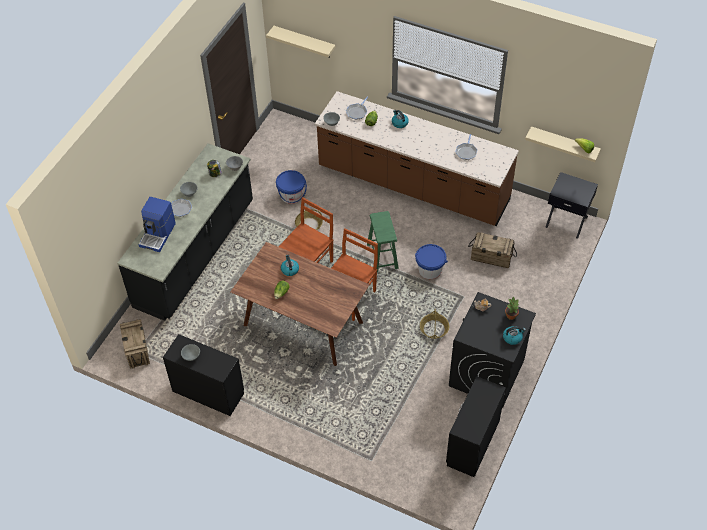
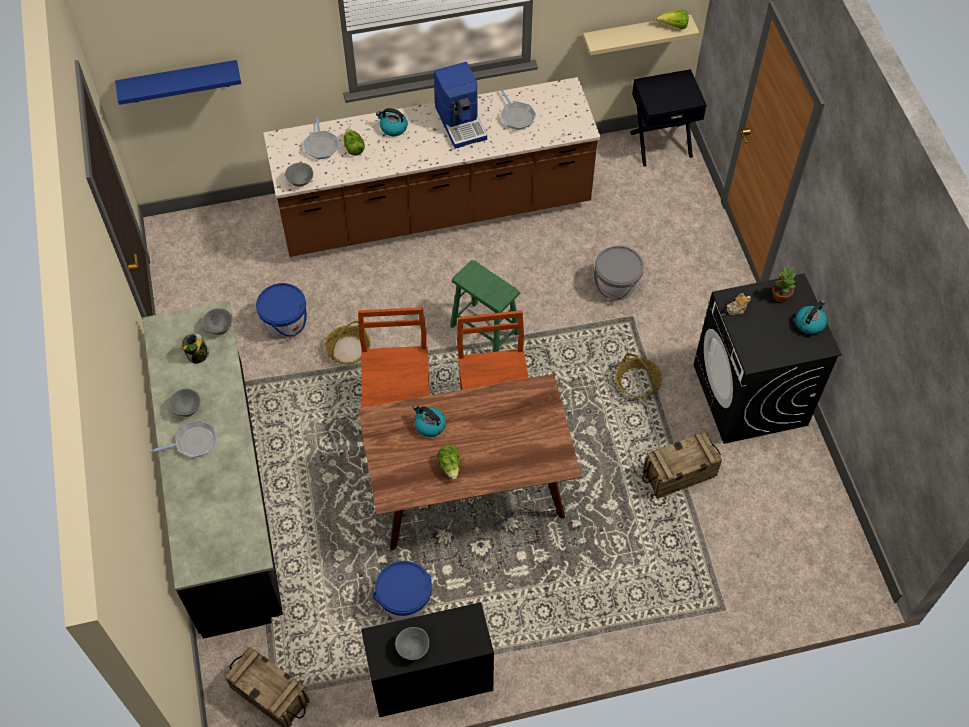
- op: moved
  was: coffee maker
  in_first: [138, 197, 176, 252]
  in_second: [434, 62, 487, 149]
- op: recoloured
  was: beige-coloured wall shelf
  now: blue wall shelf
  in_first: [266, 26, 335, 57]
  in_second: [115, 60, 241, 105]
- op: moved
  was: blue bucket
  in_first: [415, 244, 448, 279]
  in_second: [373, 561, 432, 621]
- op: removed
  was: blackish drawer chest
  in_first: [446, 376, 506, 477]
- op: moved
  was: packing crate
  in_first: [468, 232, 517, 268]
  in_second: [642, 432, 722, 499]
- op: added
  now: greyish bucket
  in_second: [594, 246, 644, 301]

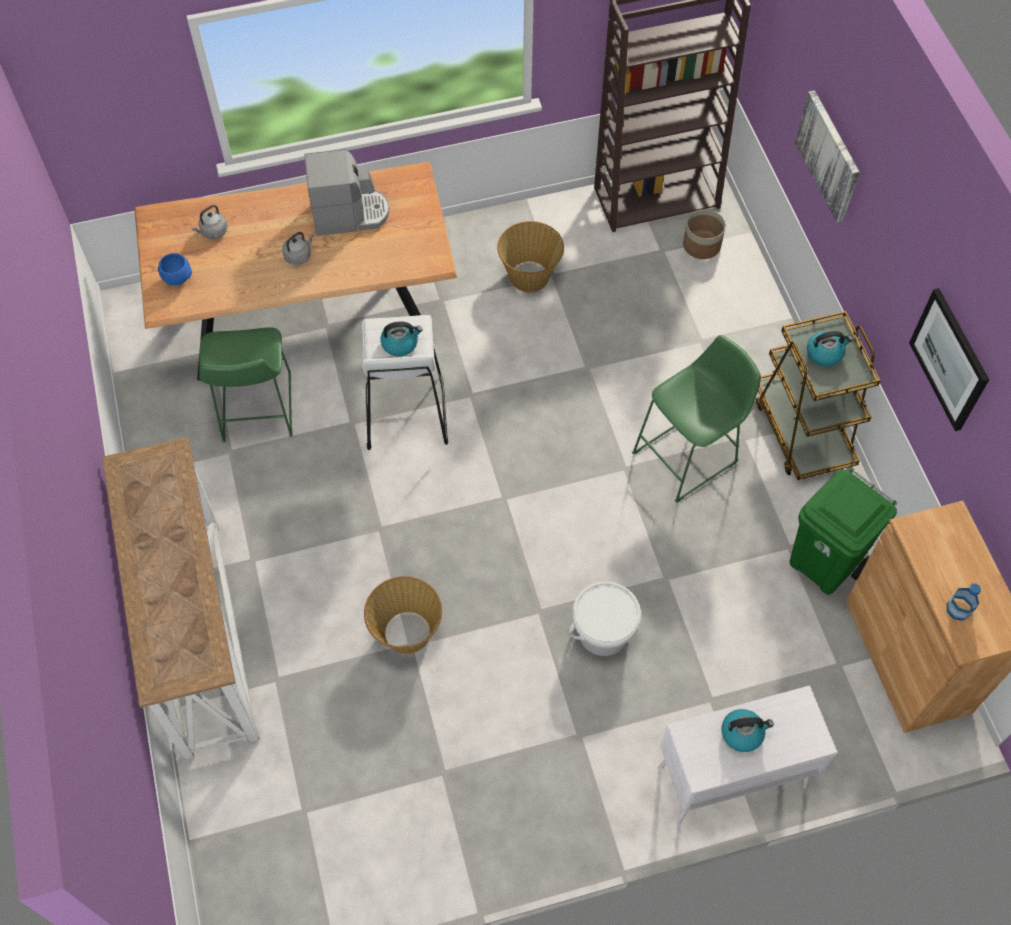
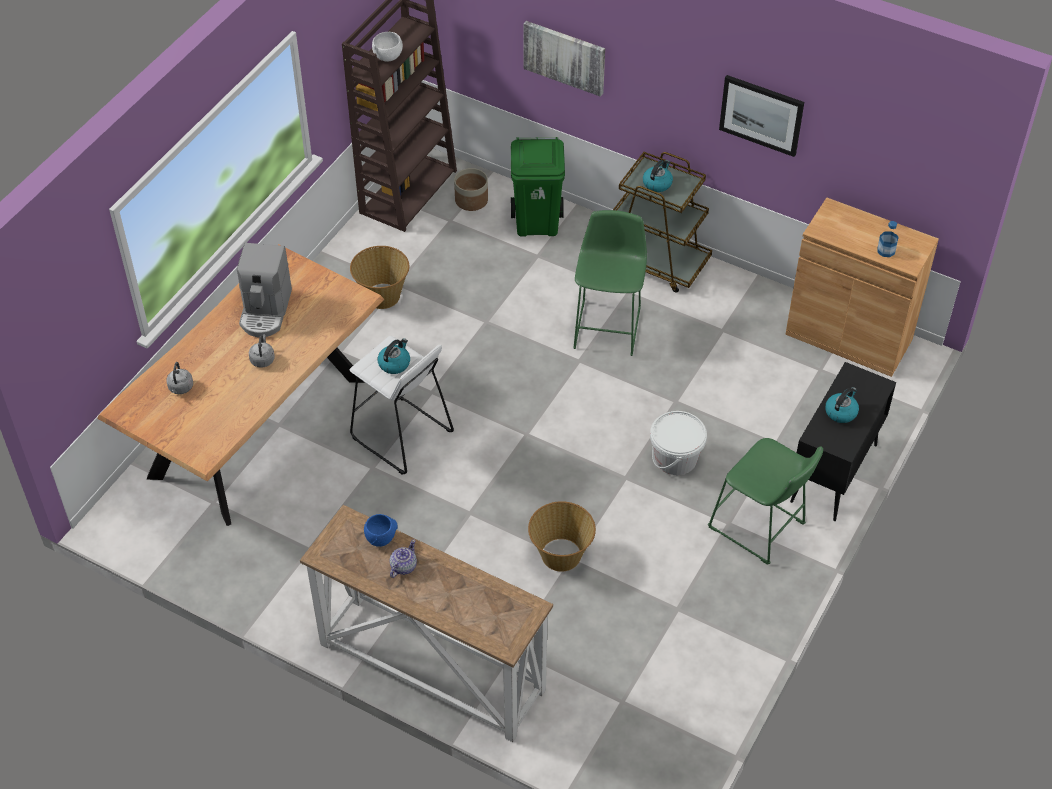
- op: moved
  was: blue deep dish
  in_first: [158, 253, 192, 286]
  in_second: [364, 514, 398, 547]
- op: moved
  was: green stool
  in_first: [199, 327, 292, 443]
  in_second: [707, 438, 823, 565]
- op: turned
  was: coffee maker
  in_first: [304, 149, 390, 236]
  in_second: [237, 243, 292, 337]
  clockwise: 150
- op: recoloured
  was: white-coloured storage cabinet
  now: blackish storage cabinet
  in_first: [658, 685, 837, 825]
  in_second: [790, 362, 896, 521]
- op: moved
  was: green waste bin
  in_first: [789, 468, 897, 595]
  in_second: [511, 137, 565, 236]
- op: added
  now: white-coloured deep dish
  in_second: [372, 32, 403, 61]
- op: added
  now: tea pot
  in_second: [390, 539, 417, 578]

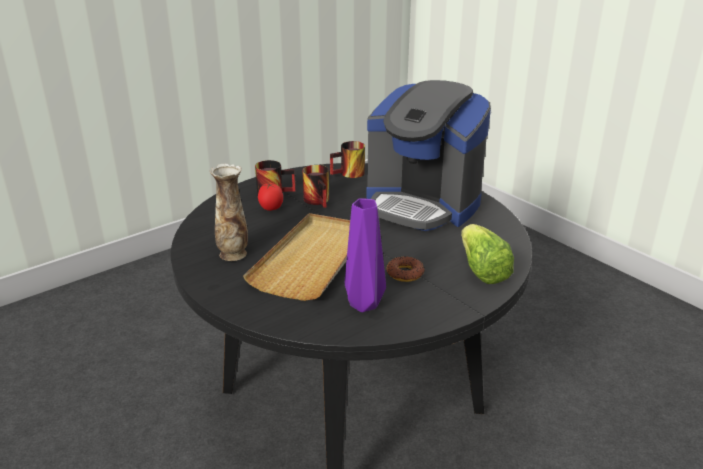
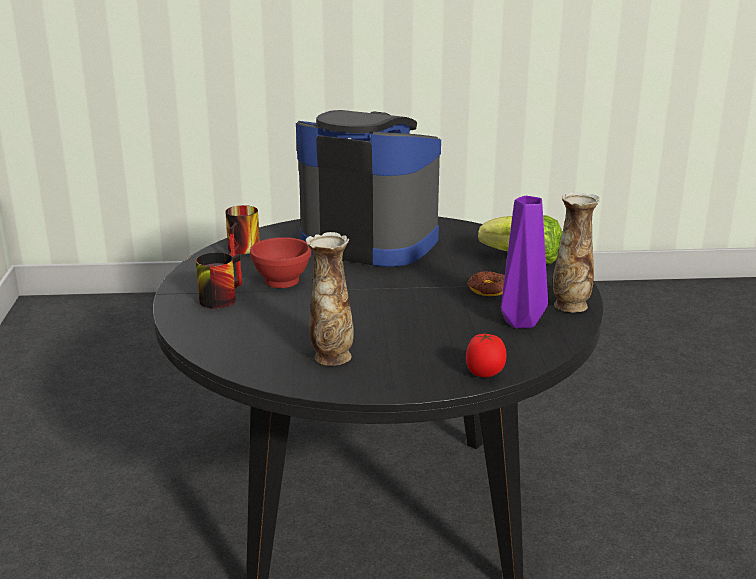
- op: removed
  was: beige-coloured carrying tray
  in_first: [243, 213, 350, 301]
- op: moved
  was: tomato
  in_first: [258, 183, 283, 211]
  in_second: [466, 332, 507, 377]
- op: replaced
  was: tea mug
  now: reddish deep dish
  in_first: [303, 165, 329, 208]
  in_second: [250, 237, 311, 288]
- op: turned
  was: coffee maker
  in_first: [366, 80, 491, 231]
  in_second: [296, 110, 441, 267]
  clockwise: -135
- op: added
  now: vase
  in_second: [553, 192, 600, 313]

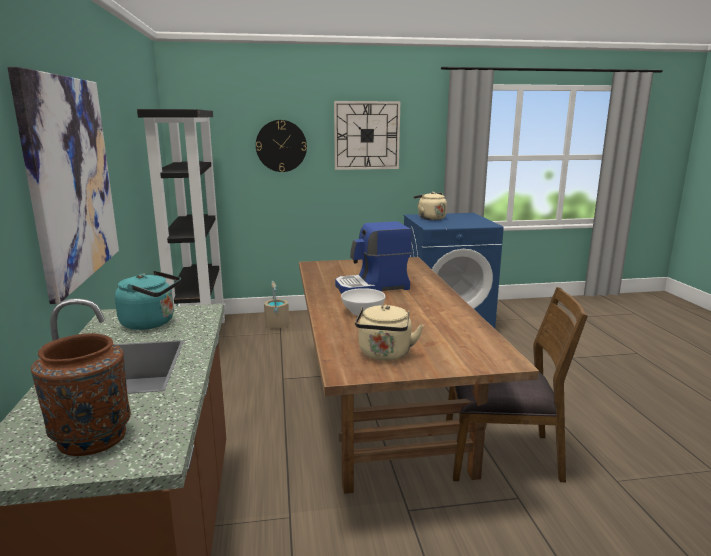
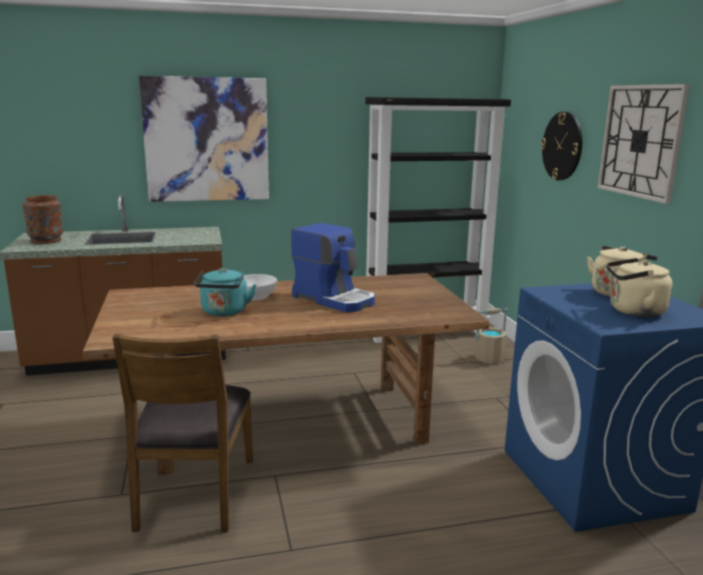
- op: moved
  was: turquoise tea kettle
  in_first: [115, 271, 181, 330]
  in_second: [194, 268, 256, 316]
- op: turned
  was: coffee maker
  in_first: [335, 221, 412, 293]
  in_second: [291, 223, 375, 312]
  clockwise: 150
- op: moved
  was: beige-coloured tea kettle
  in_first: [355, 305, 424, 360]
  in_second: [606, 258, 673, 317]

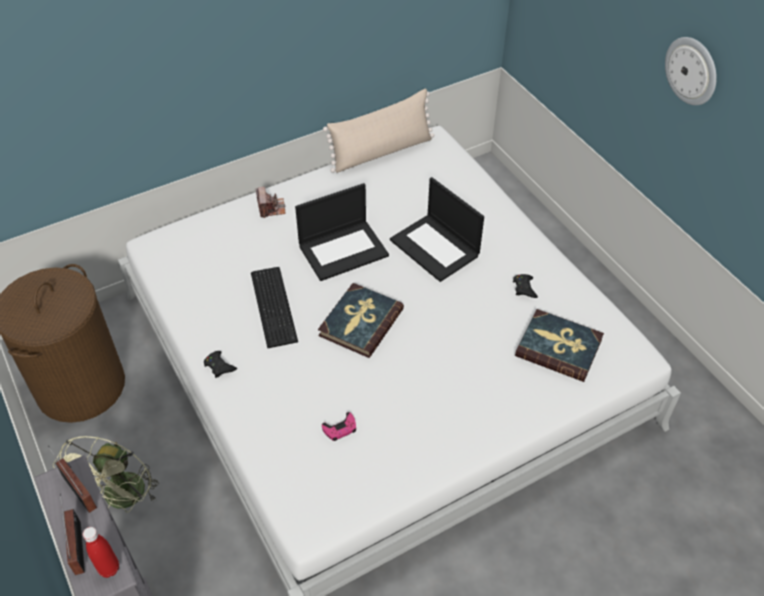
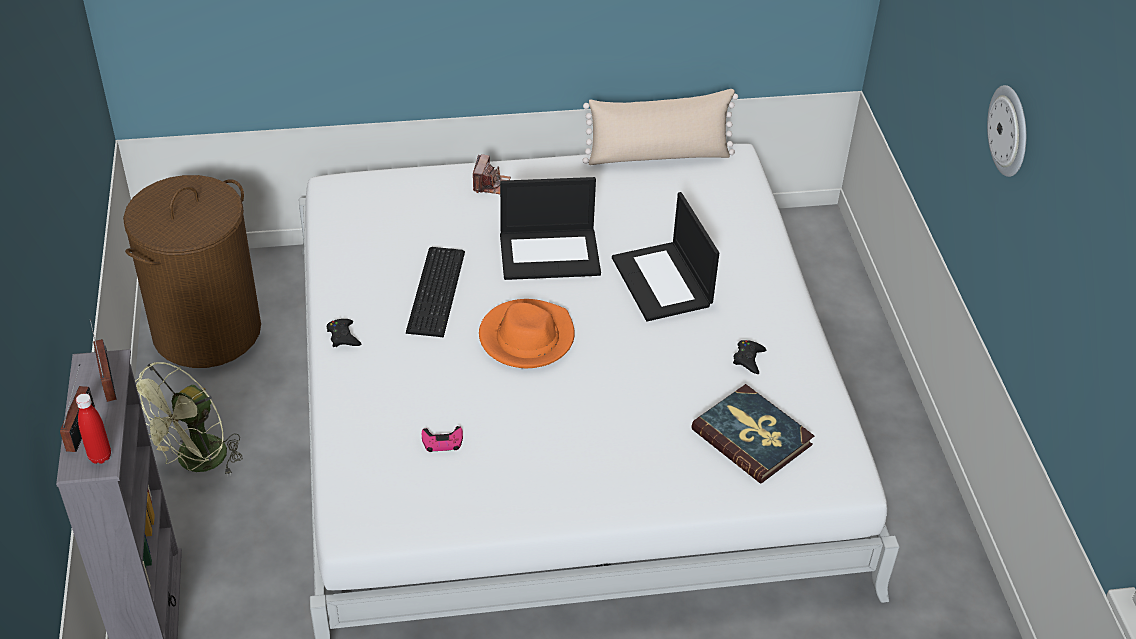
- op: replaced
  was: volume
  now: orangey clothing hat
  in_first: [318, 283, 404, 358]
  in_second: [479, 299, 575, 368]

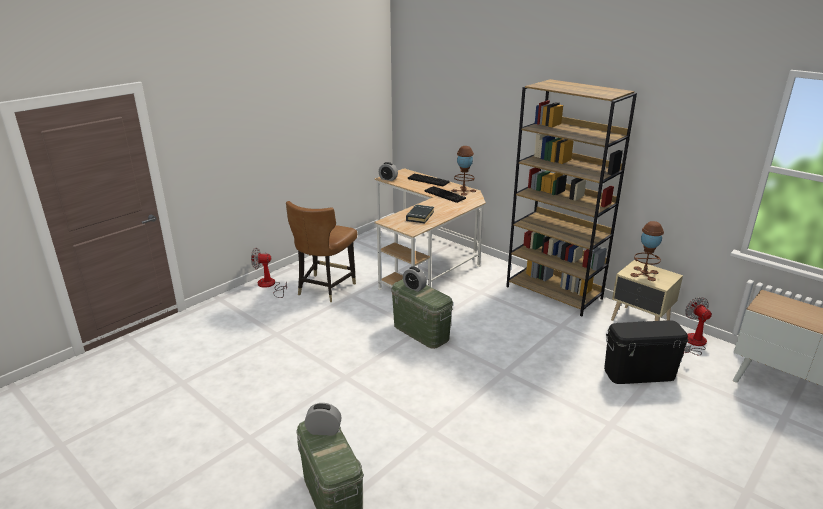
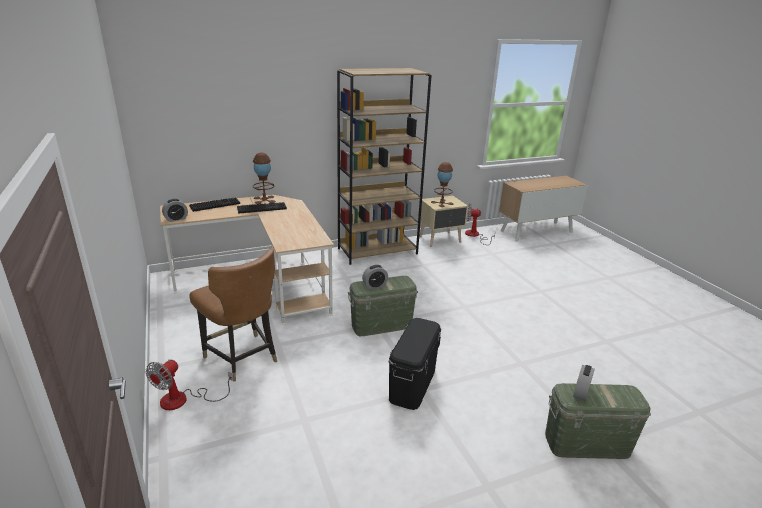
- op: removed
  was: blackish volume
  in_first: [406, 205, 434, 223]
- op: moved
  was: blackish storage container
  in_first: [604, 320, 688, 384]
  in_second: [389, 318, 441, 410]

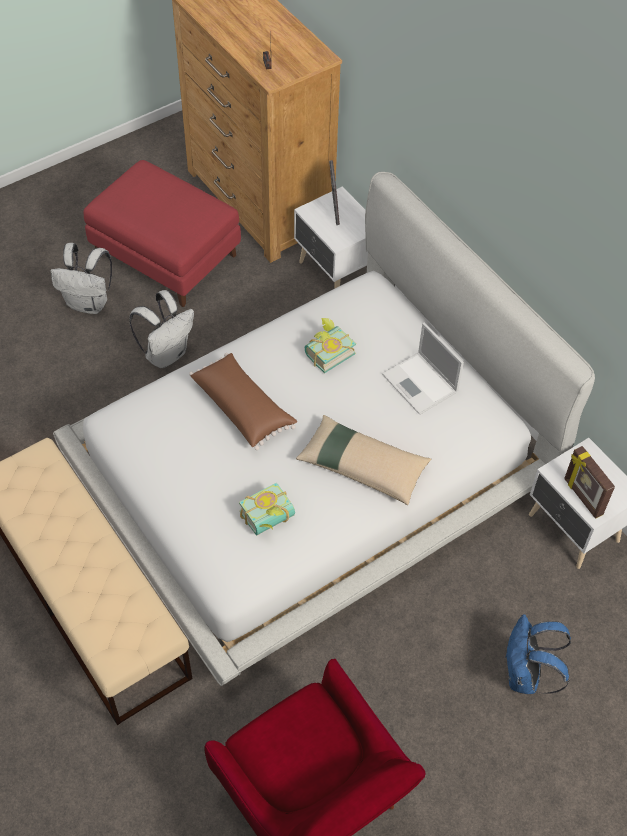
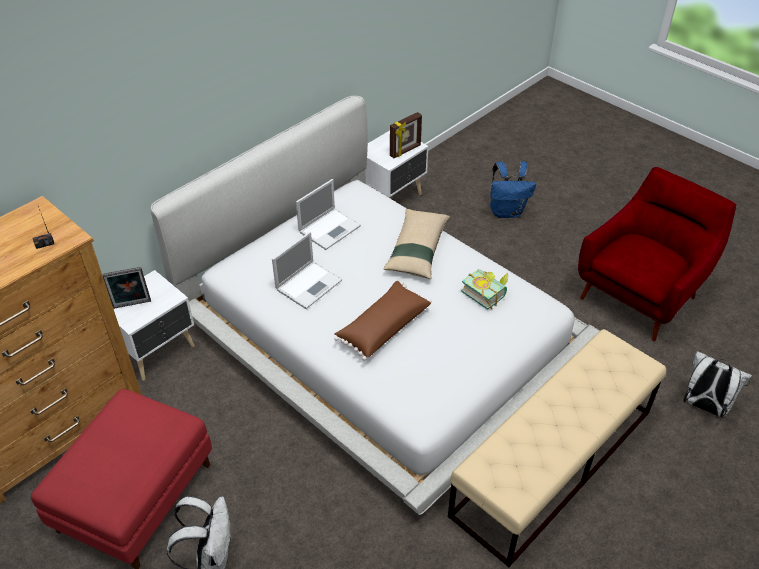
- op: moved
  was: white-coloured backpack
  in_first: [129, 290, 194, 368]
  in_second: [684, 351, 752, 418]
- op: replaced
  was: volume
  now: laptop
  in_first: [305, 318, 356, 373]
  in_second: [272, 232, 342, 309]

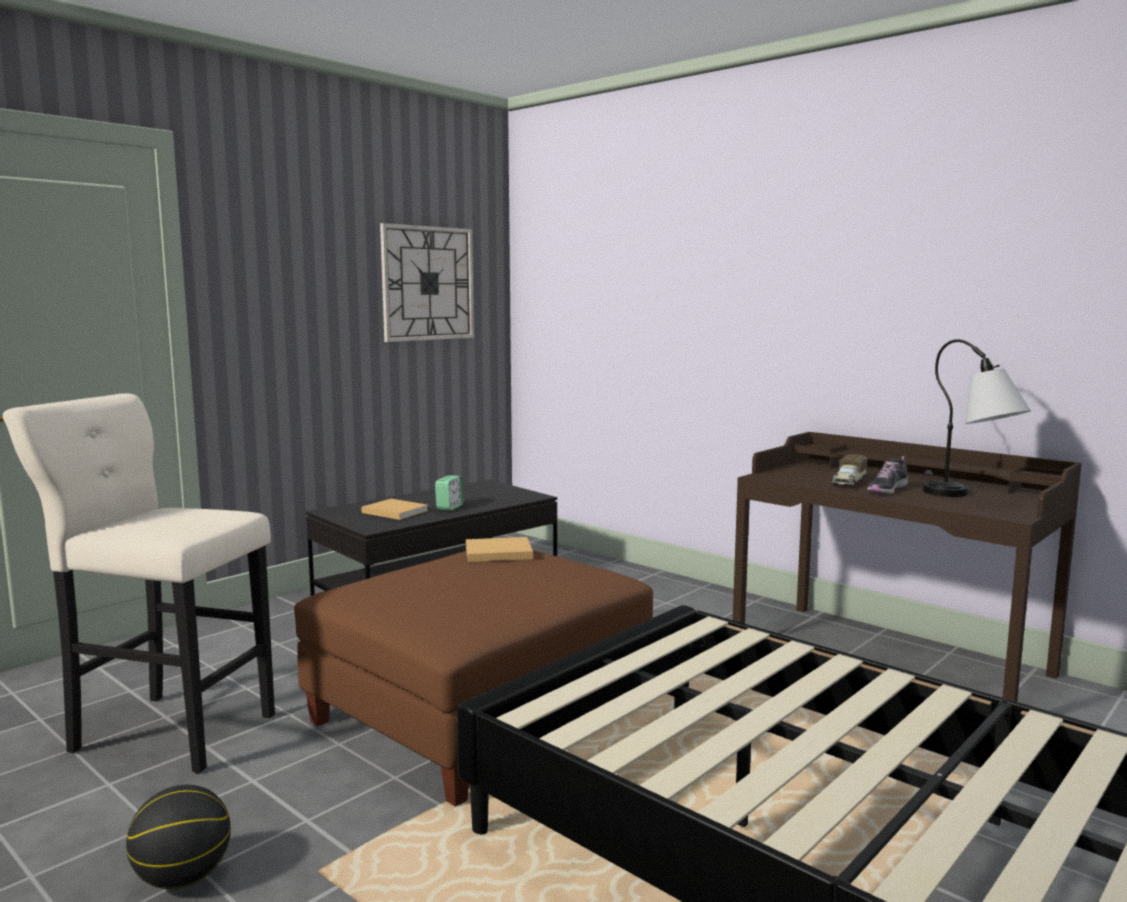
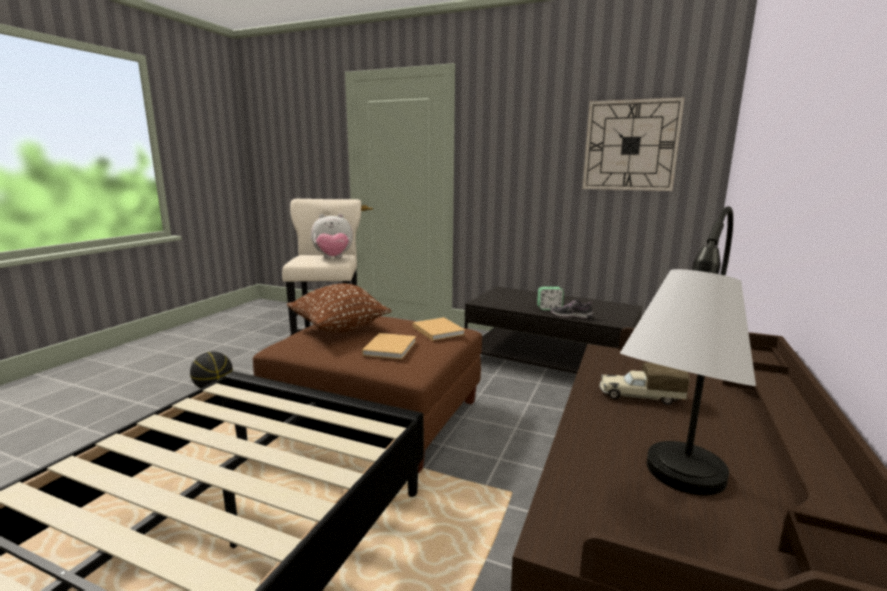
- op: moved
  was: beige-coloured volume
  in_first: [361, 499, 429, 520]
  in_second: [362, 333, 416, 359]
- op: moved
  was: low shoe
  in_first: [867, 456, 908, 494]
  in_second: [551, 299, 593, 319]
- op: added
  now: brown-coloured throw pillow
  in_second: [287, 284, 392, 332]
- op: added
  now: cuddly toy
  in_second: [311, 214, 353, 258]

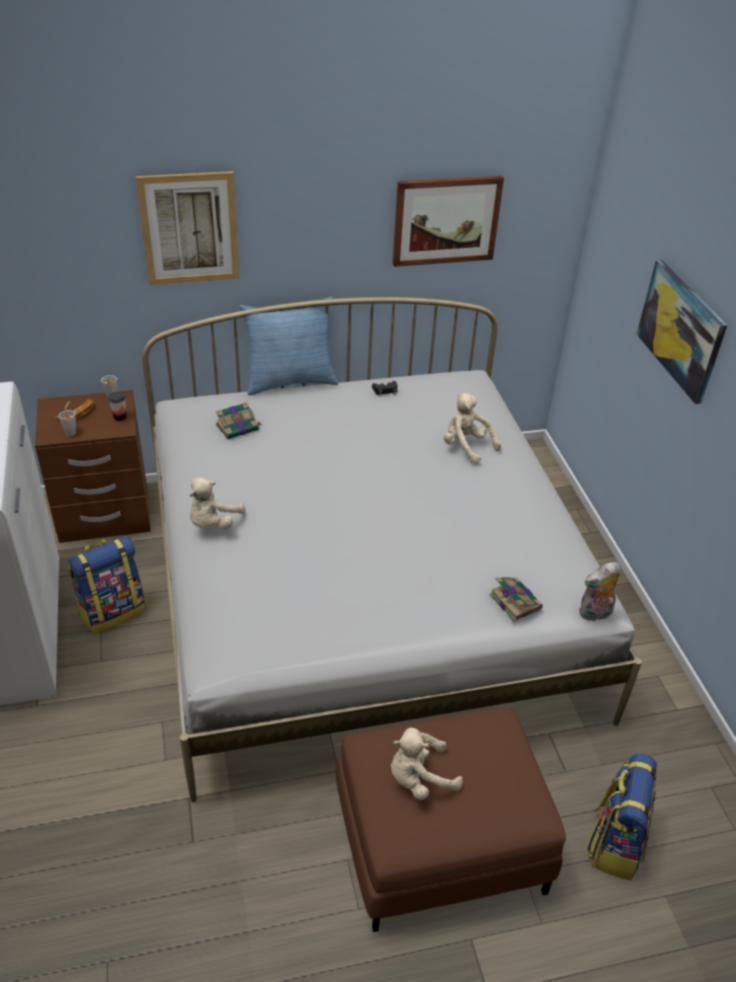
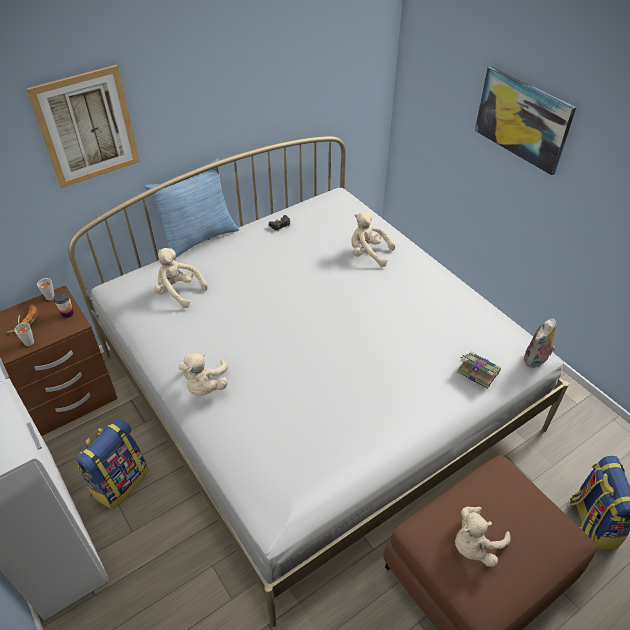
- op: replaced
  was: volume
  now: beige-coloured cuddly toy
  in_first: [216, 402, 261, 439]
  in_second: [154, 248, 208, 308]
- op: removed
  was: wall picture
  in_first: [393, 176, 504, 267]

